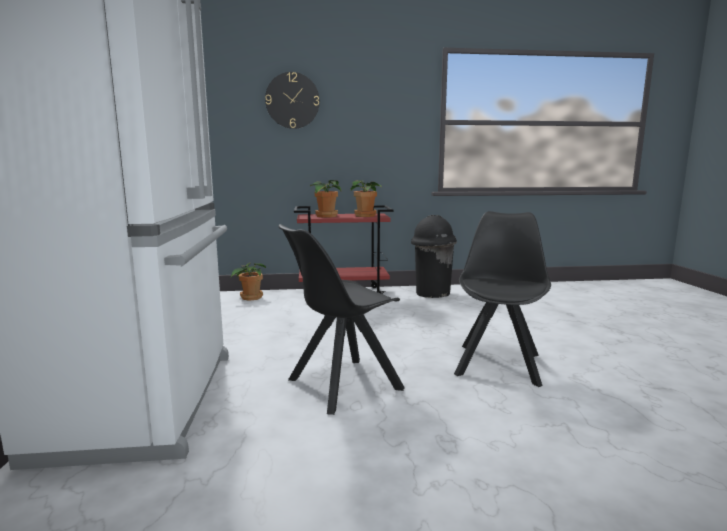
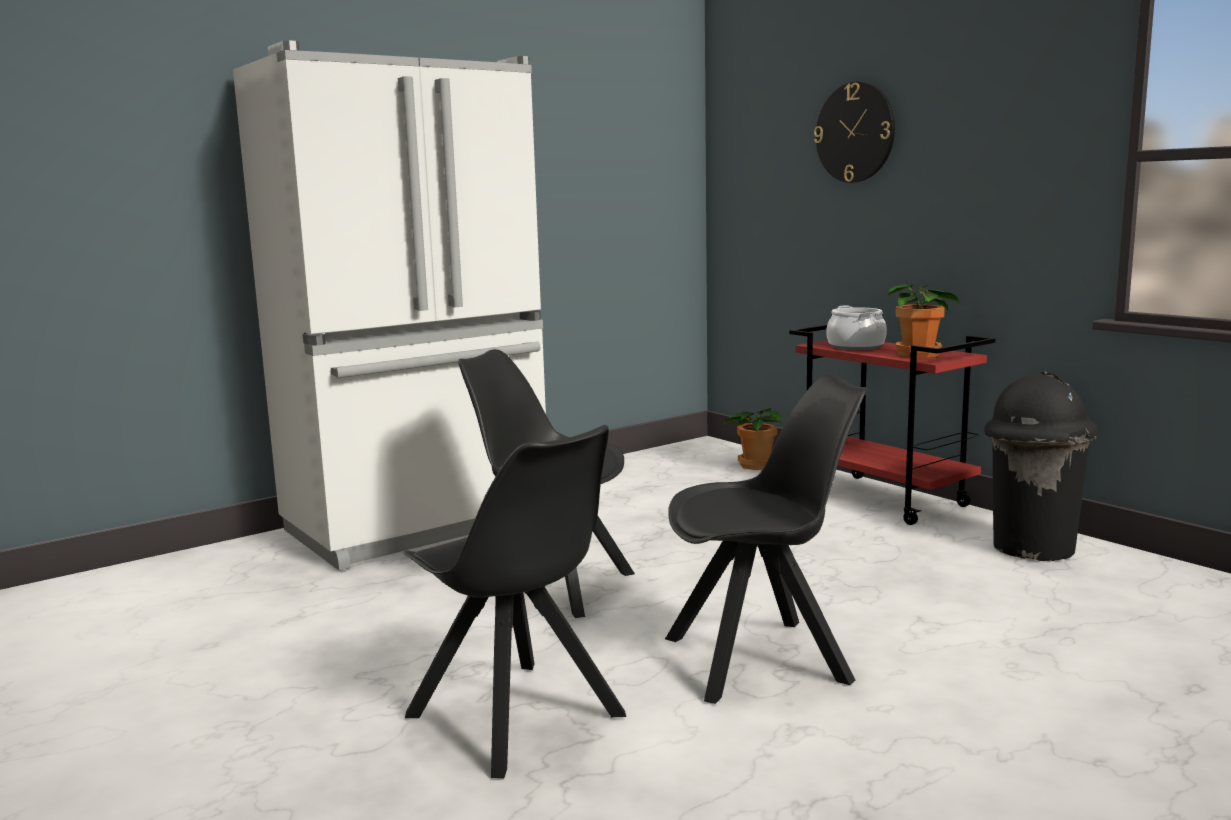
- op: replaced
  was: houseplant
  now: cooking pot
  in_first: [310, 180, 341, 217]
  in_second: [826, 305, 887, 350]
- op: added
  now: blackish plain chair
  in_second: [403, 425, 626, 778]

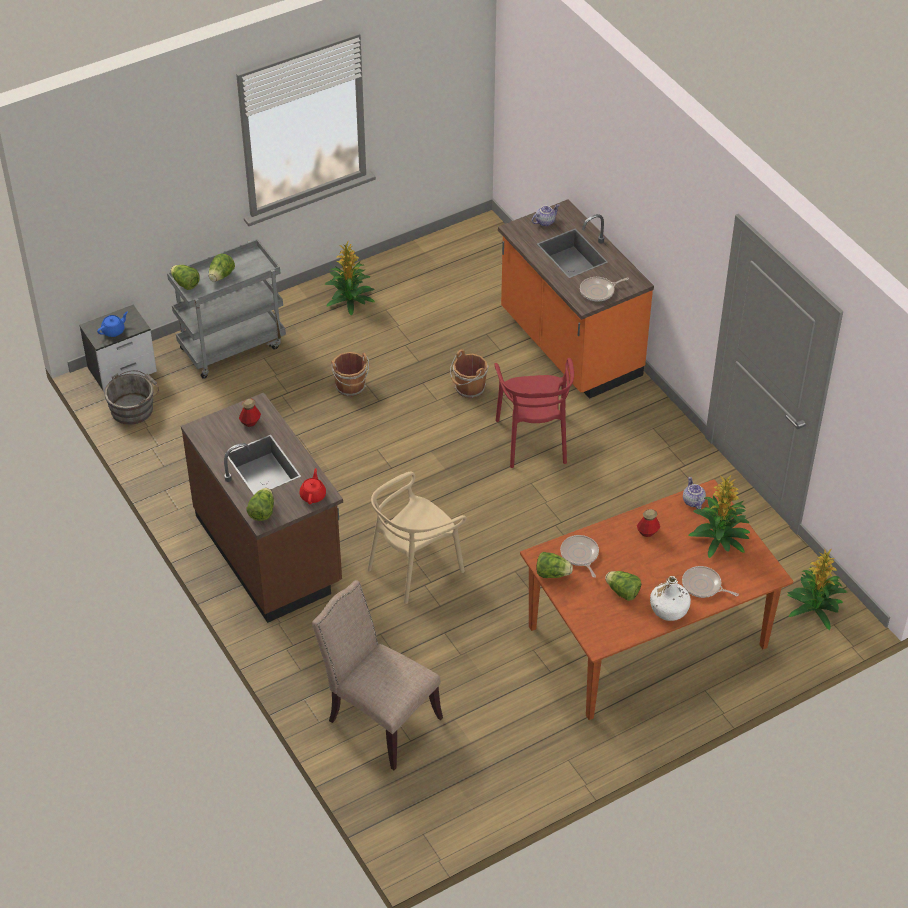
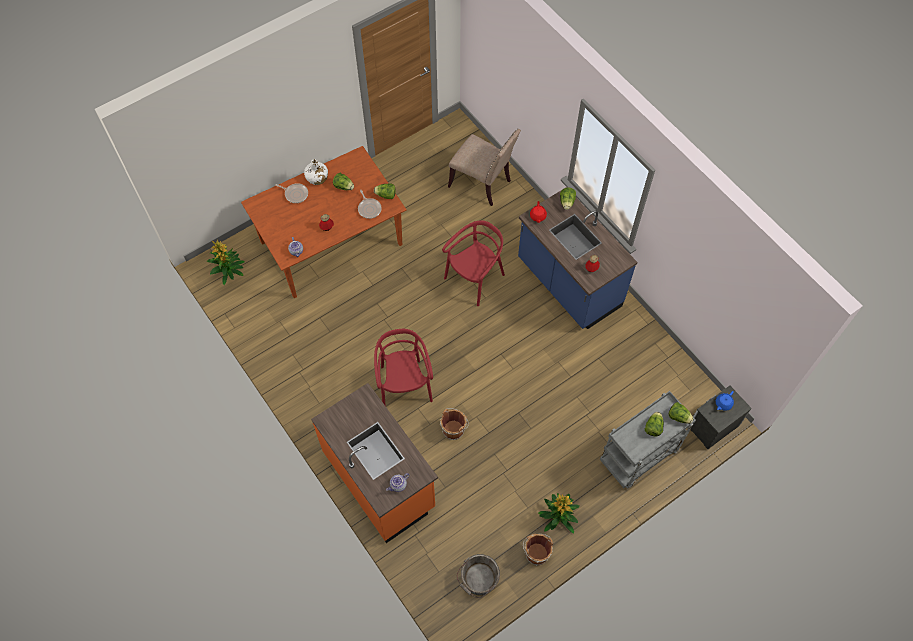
- op: moved
  was: greyish bucket
  in_first: [104, 370, 159, 425]
  in_second: [457, 554, 500, 598]
- op: recoloured
  was: brown-coloured counter
  now: blue counter
  in_first: [181, 393, 343, 623]
  in_second: [518, 187, 638, 329]
- op: moved
  was: brown-coloured bucket
  in_first: [331, 352, 369, 397]
  in_second: [523, 534, 553, 566]
- op: recoloured
  was: beige-coloured plain chair
  now: reddish plain chair
  in_first: [367, 472, 467, 604]
  in_second: [442, 220, 505, 306]
- op: removed
  was: skillet
  in_first: [580, 277, 629, 302]
- op: removed
  was: houseplant
  in_first: [688, 475, 750, 558]

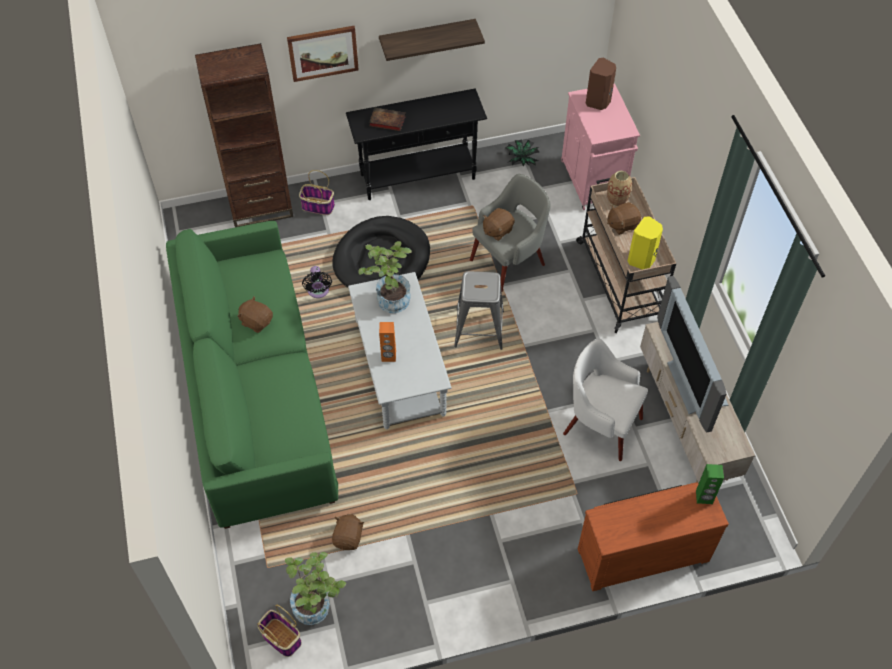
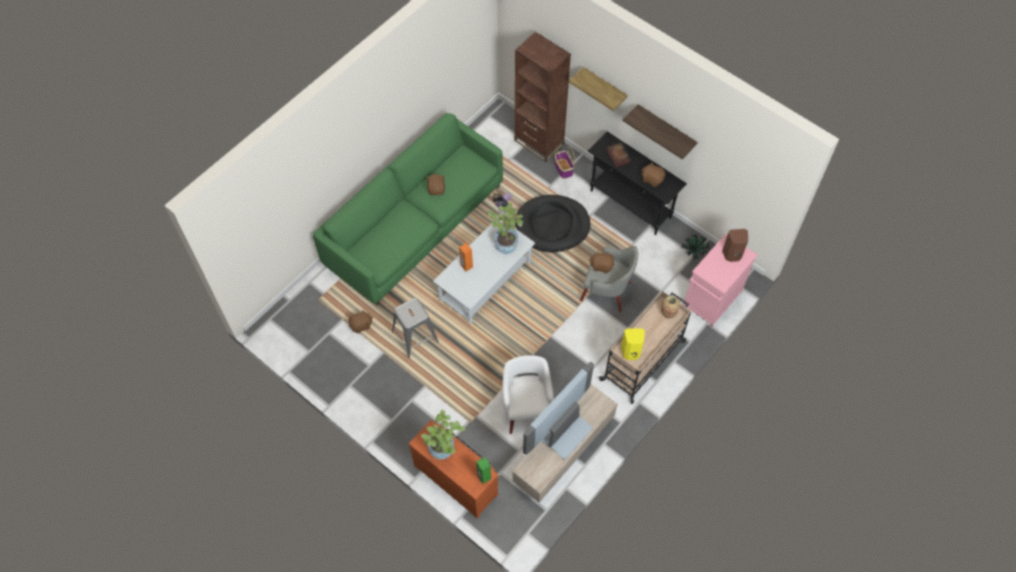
- op: removed
  was: household basket
  in_first: [257, 605, 302, 657]
- op: moved
  was: houseplant
  in_first: [285, 552, 346, 625]
  in_second: [421, 410, 465, 459]
- op: replaced
  was: wall picture
  now: wall shelf
  in_first: [287, 26, 359, 82]
  in_second: [569, 67, 628, 111]
- op: moved
  was: greyish stool
  in_first: [454, 271, 504, 350]
  in_second: [392, 298, 439, 358]
- op: moved
  was: brown-coloured cuddly toy
  in_first: [607, 202, 641, 235]
  in_second: [641, 162, 665, 187]

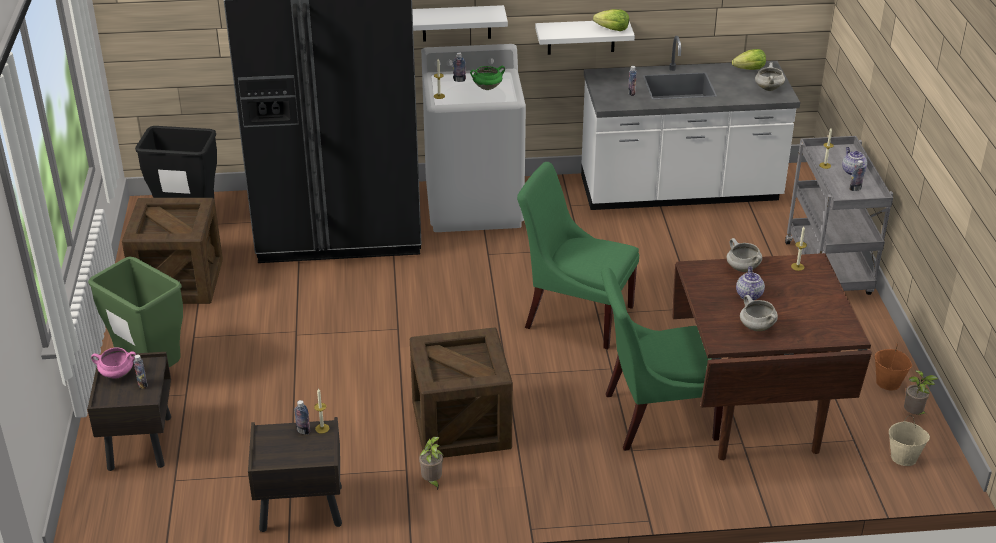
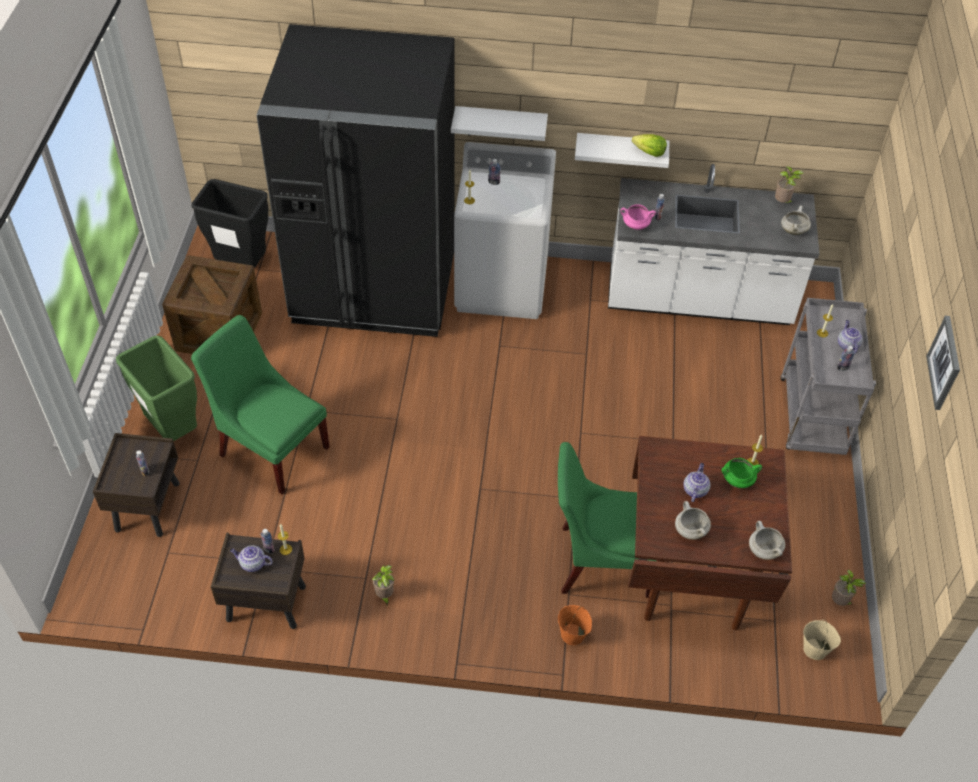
- op: moved
  was: pink cooking pot
  in_first: [91, 347, 136, 379]
  in_second: [620, 204, 656, 230]
- op: removed
  was: packing crate
  in_first: [410, 328, 513, 458]
- op: moved
  was: green cooking pot
  in_first: [470, 66, 505, 90]
  in_second: [721, 458, 762, 489]
- op: moved
  was: green plain chair
  in_first: [517, 162, 639, 349]
  in_second: [191, 315, 330, 495]
- op: moved
  was: white-coloured cooking pot
  in_first: [727, 238, 762, 272]
  in_second: [749, 521, 785, 560]
- op: replaced
  was: lettuce head
  now: houseplant
  in_first: [732, 49, 766, 70]
  in_second: [775, 166, 804, 203]
- op: moved
  was: orangey bucket
  in_first: [875, 342, 912, 391]
  in_second: [558, 605, 592, 645]
- op: added
  now: tea pot
  in_second: [230, 546, 273, 572]
- op: added
  now: wall picture
  in_second: [926, 316, 960, 410]

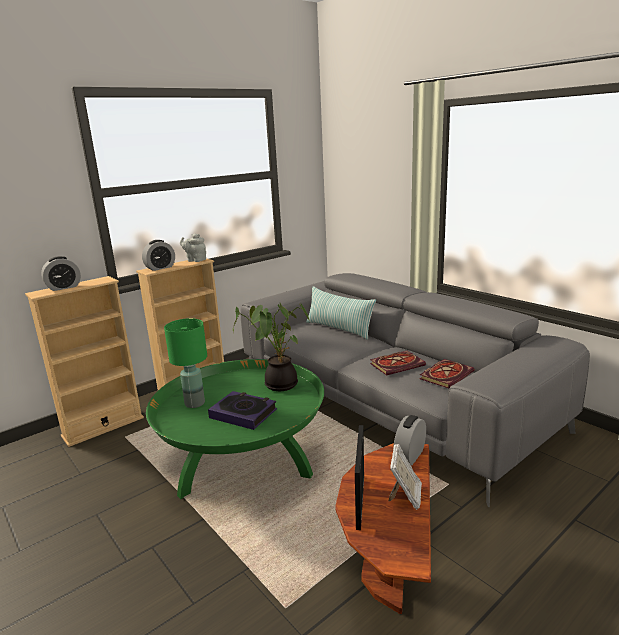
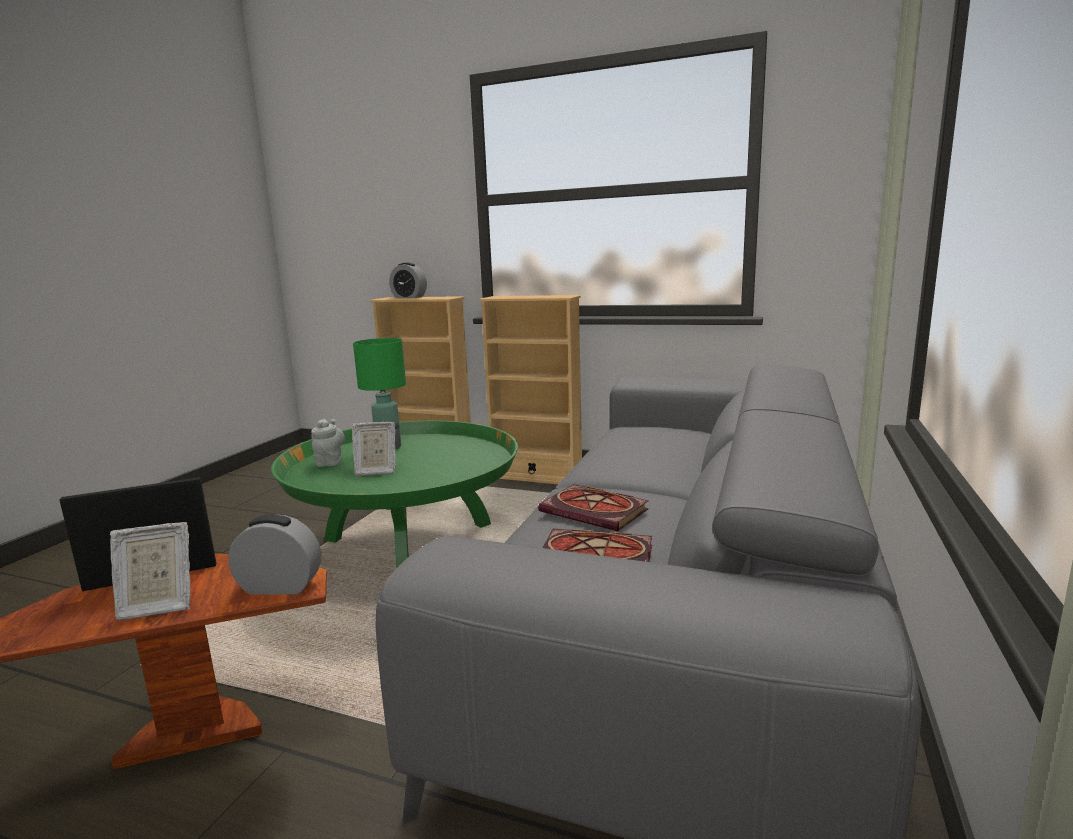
- op: removed
  was: alarm clock
  in_first: [142, 240, 175, 271]
- op: moved
  was: greyish tea pot
  in_first: [180, 234, 206, 262]
  in_second: [311, 419, 345, 467]
- op: replaced
  was: volume
  now: standing frame
  in_first: [208, 391, 277, 430]
  in_second: [352, 422, 396, 476]
- op: removed
  was: houseplant
  in_first: [233, 302, 309, 391]
- op: removed
  was: throw pillow
  in_first: [306, 286, 376, 340]

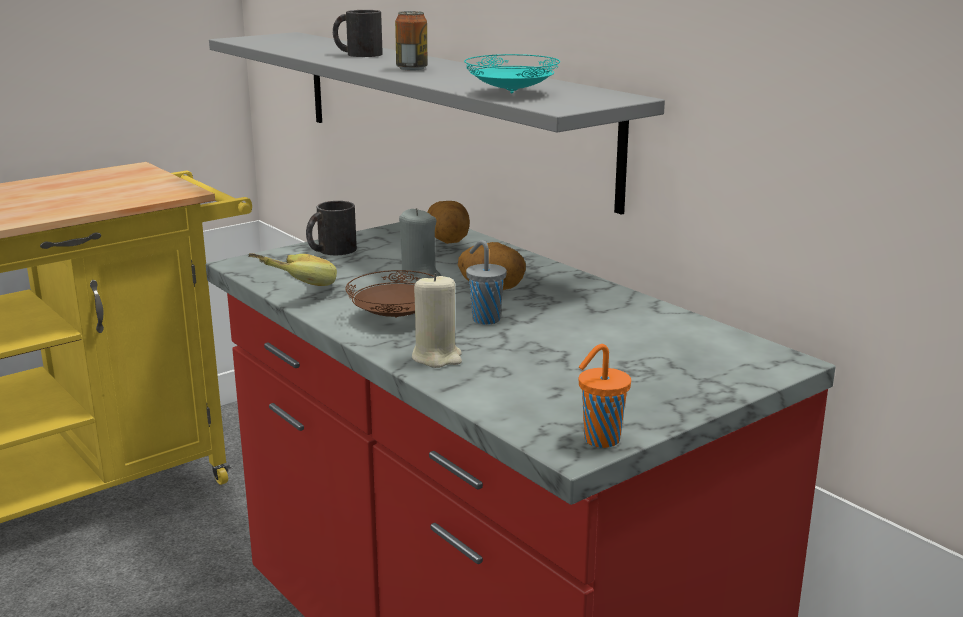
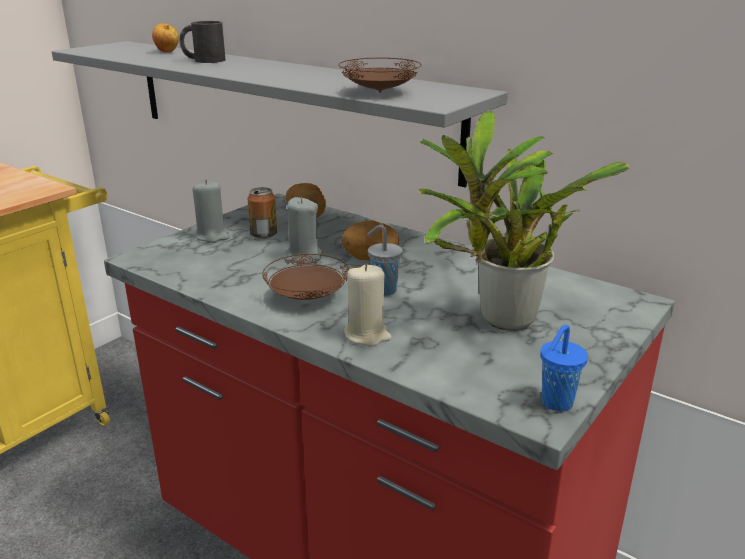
- op: removed
  was: whole banana
  in_first: [248, 253, 337, 286]
- op: replaced
  was: blackish tea mug
  now: greyish wax light
  in_first: [306, 201, 357, 255]
  in_second: [193, 180, 230, 243]
- op: moved
  was: can
  in_first: [395, 11, 428, 71]
  in_second: [247, 187, 277, 239]
- op: recoloured
  was: turquoise plate
  now: brown-coloured plate
  in_first: [464, 54, 560, 93]
  in_second: [338, 58, 422, 93]
- op: recoloured
  was: orangey small cup
  now: blue small cup
  in_first: [579, 344, 631, 448]
  in_second: [540, 324, 588, 411]
- op: added
  now: apple
  in_second: [152, 23, 179, 52]
- op: added
  now: houseplant
  in_second: [418, 110, 630, 331]

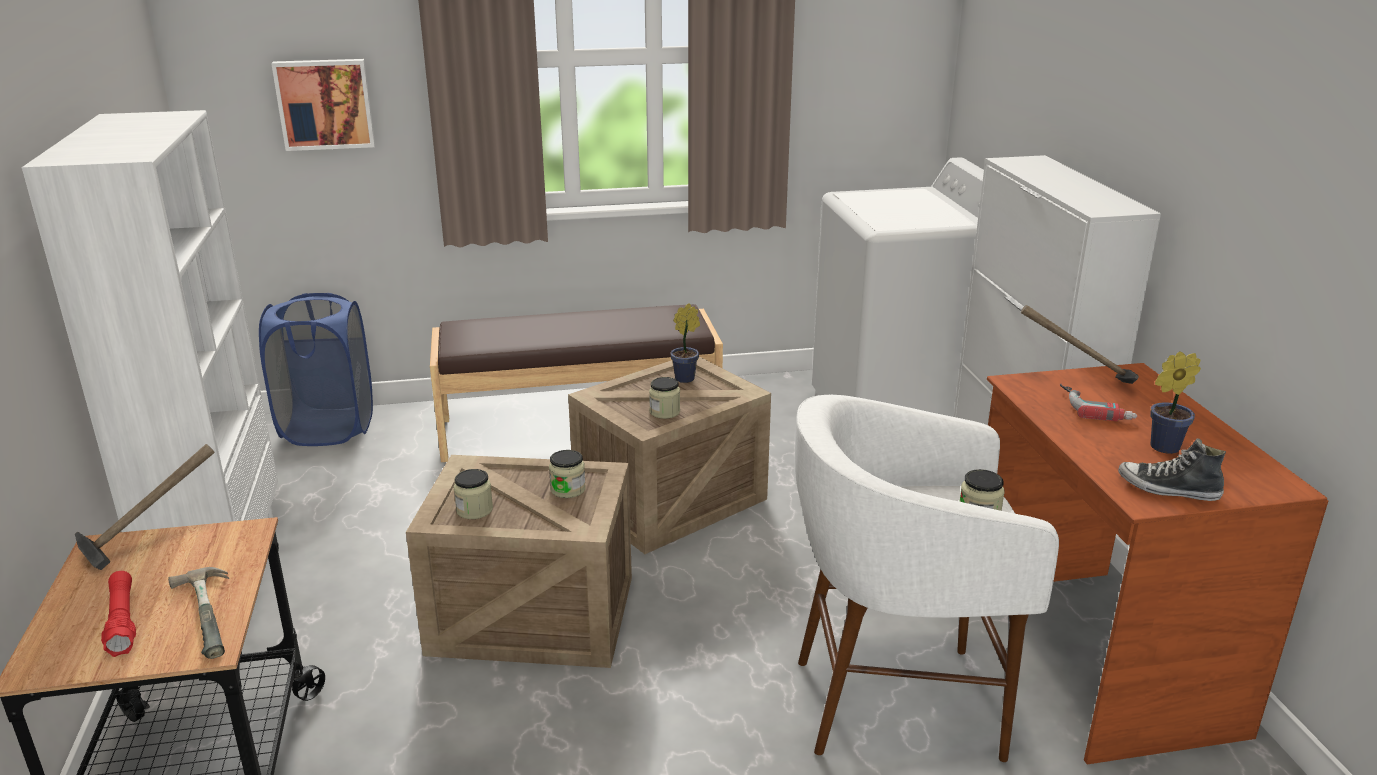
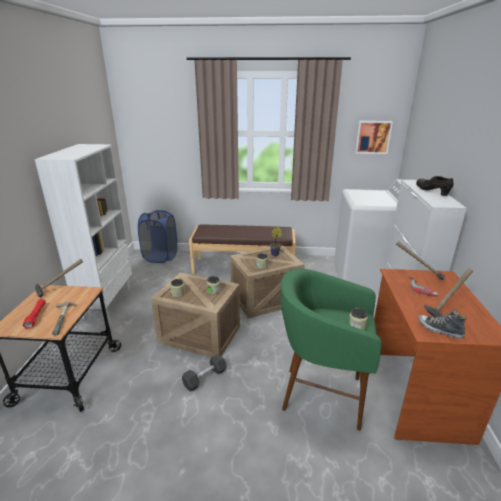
- op: moved
  was: wall picture
  in_first: [271, 59, 375, 151]
  in_second: [355, 121, 393, 154]
- op: recoloured
  was: white-coloured stool
  now: green stool
  in_first: [795, 395, 1059, 762]
  in_second: [281, 269, 382, 431]
- op: replaced
  was: houseplant
  now: hammer
  in_first: [1150, 351, 1201, 454]
  in_second: [424, 269, 473, 317]
- op: added
  now: blackish free weight
  in_second: [182, 354, 227, 391]
- op: added
  now: blackish low shoe
  in_second: [416, 176, 454, 196]

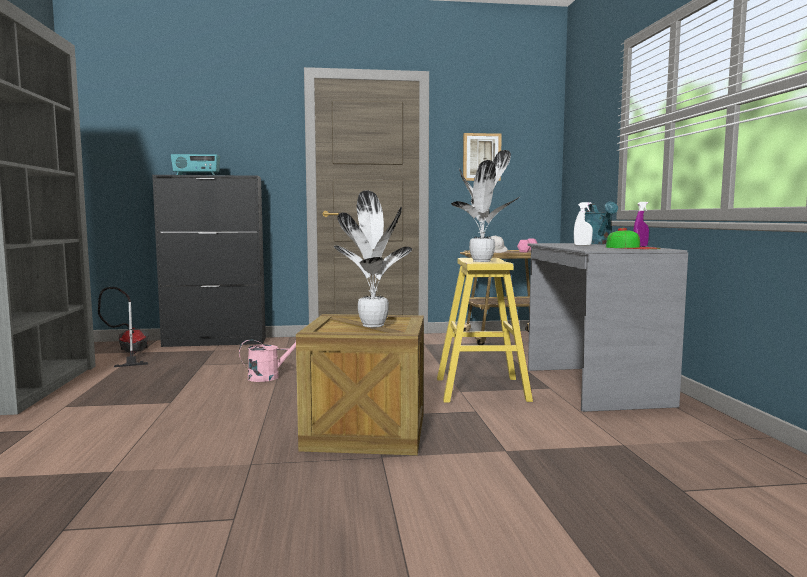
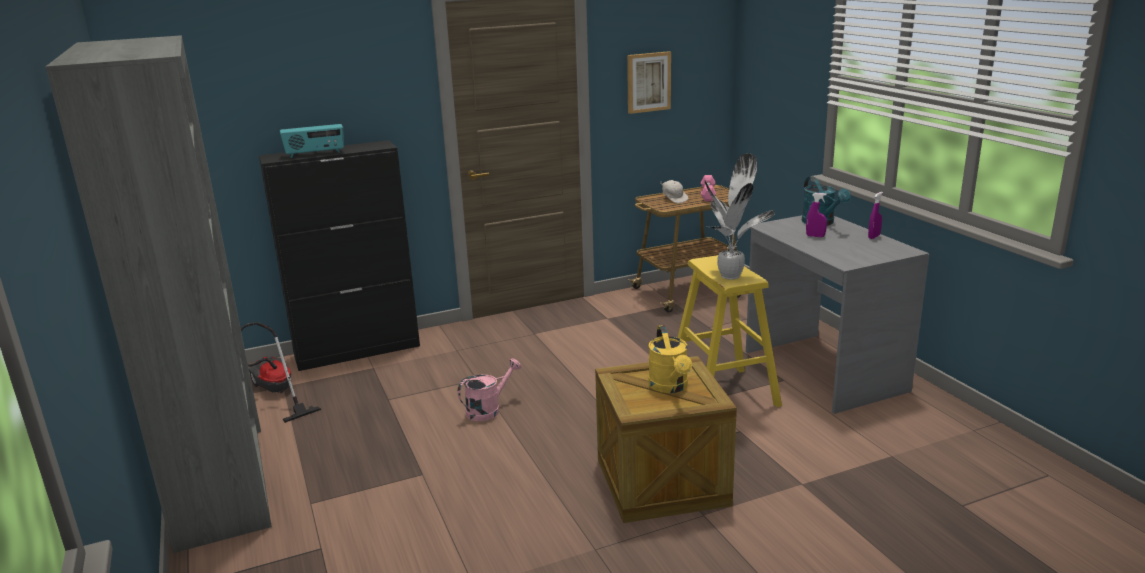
- op: replaced
  was: houseplant
  now: yellow watering pot
  in_first: [334, 190, 412, 327]
  in_second: [648, 325, 692, 393]
- op: recoloured
  was: white-coloured sprayer
  now: purplish sprayer
  in_first: [574, 202, 593, 246]
  in_second: [806, 193, 827, 237]
- op: removed
  was: peaked cap
  in_first: [606, 228, 661, 249]

